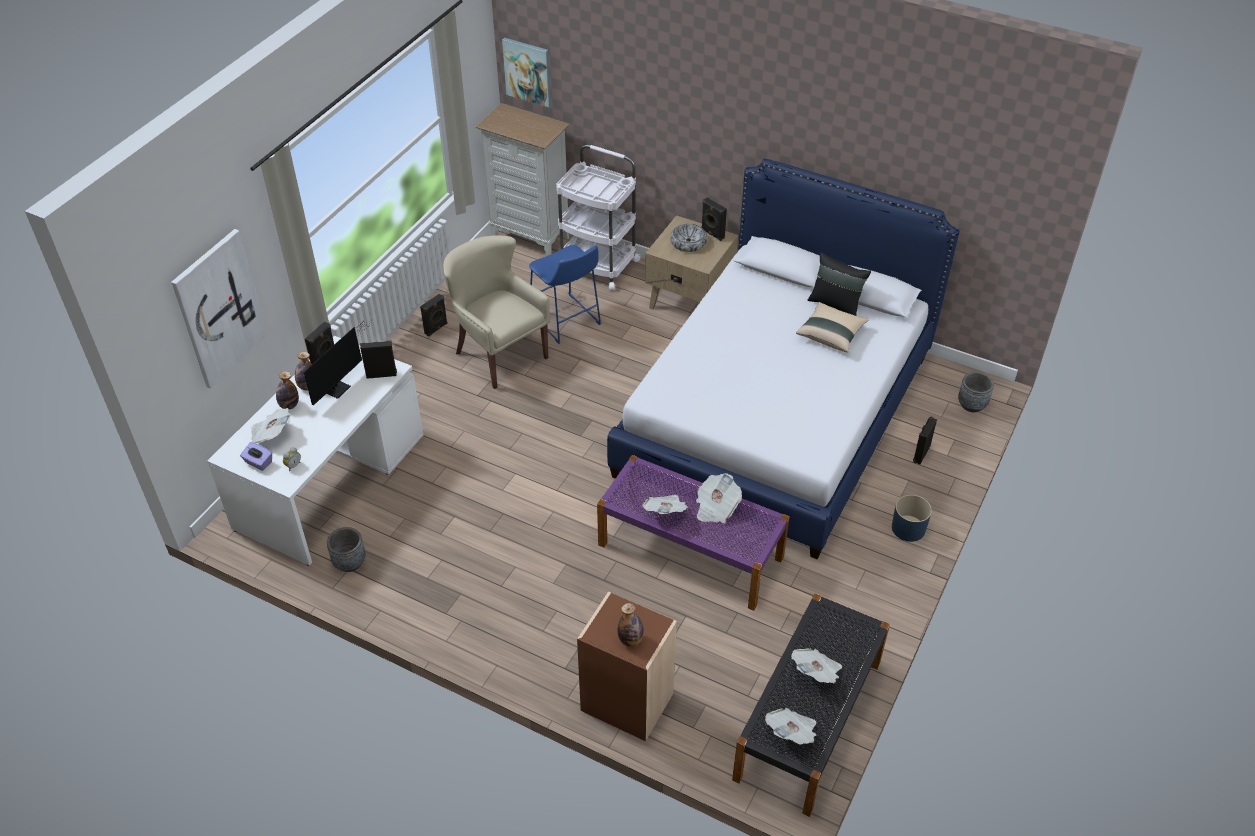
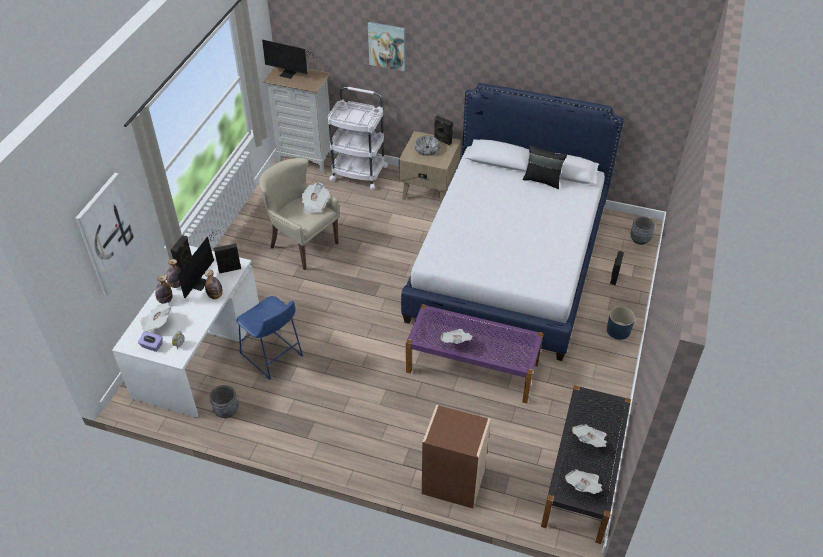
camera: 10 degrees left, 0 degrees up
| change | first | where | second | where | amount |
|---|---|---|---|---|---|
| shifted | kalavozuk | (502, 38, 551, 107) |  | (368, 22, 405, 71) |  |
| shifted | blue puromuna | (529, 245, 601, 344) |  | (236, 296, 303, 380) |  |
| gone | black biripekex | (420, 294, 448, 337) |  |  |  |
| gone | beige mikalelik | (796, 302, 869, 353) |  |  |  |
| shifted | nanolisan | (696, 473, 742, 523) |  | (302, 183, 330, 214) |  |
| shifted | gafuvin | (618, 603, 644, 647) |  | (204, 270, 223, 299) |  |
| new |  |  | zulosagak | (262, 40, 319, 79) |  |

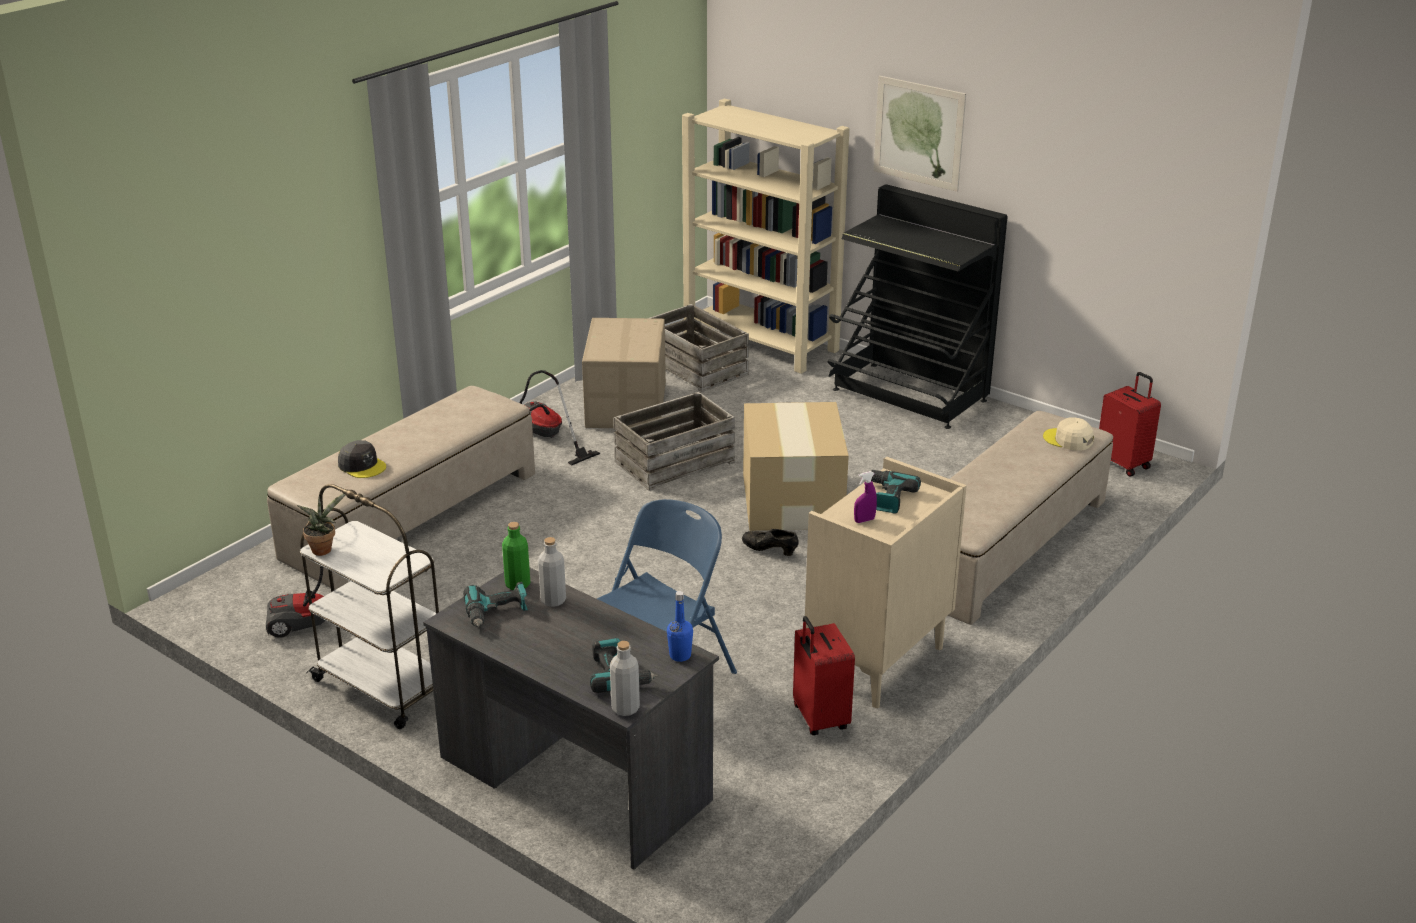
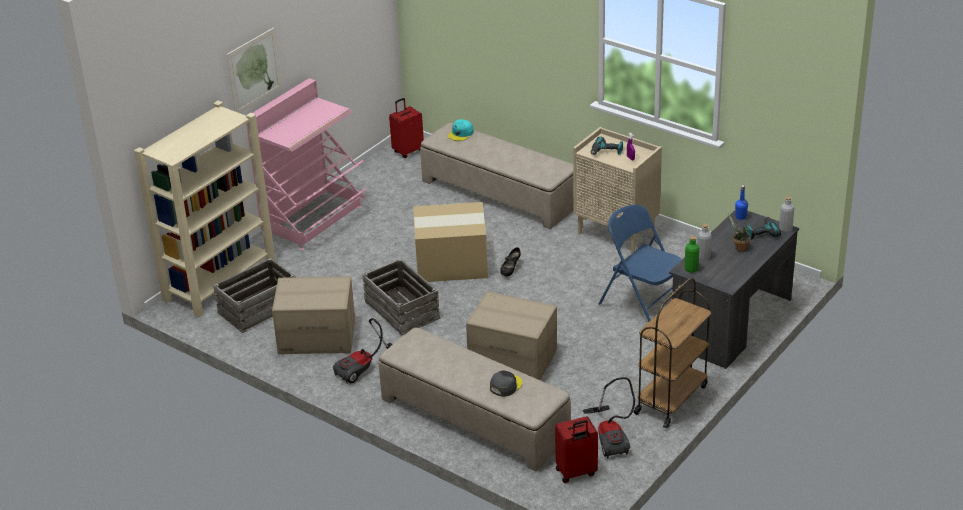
camera: 90 degrees left, 5 degrees up
| change | first | where | second | where | amount |
|---|---|---|---|---|---|
| repainted | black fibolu | (828, 184, 1008, 429) | pink fibolu | (246, 78, 366, 250) |  |
| repainted | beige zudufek | (1043, 417, 1094, 451) | turquoise zudufek | (448, 119, 474, 141) |  |
| repainted | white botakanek | (300, 484, 439, 729) | brown botakanek | (634, 278, 711, 428) |  |
| shifted | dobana | (297, 494, 345, 556) |  | (729, 215, 750, 251) |  |
| gone | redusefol | (463, 582, 528, 627) |  |  |  |
| shifted | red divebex | (793, 616, 855, 735) |  | (555, 416, 598, 483) |  |
| new |  |  | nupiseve | (466, 291, 557, 380) |  |

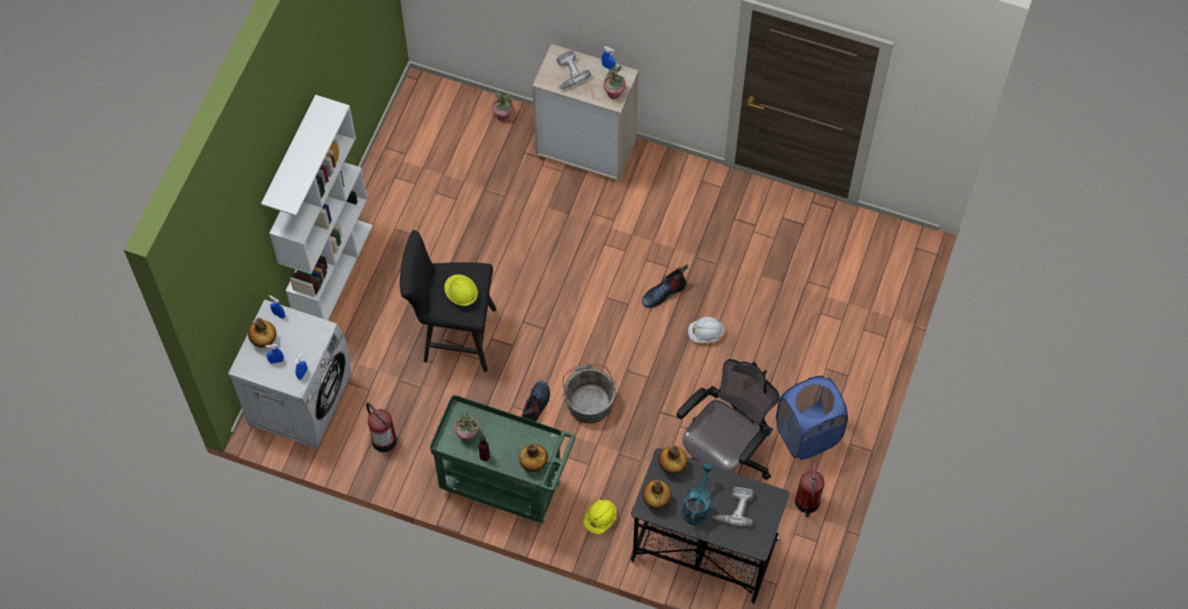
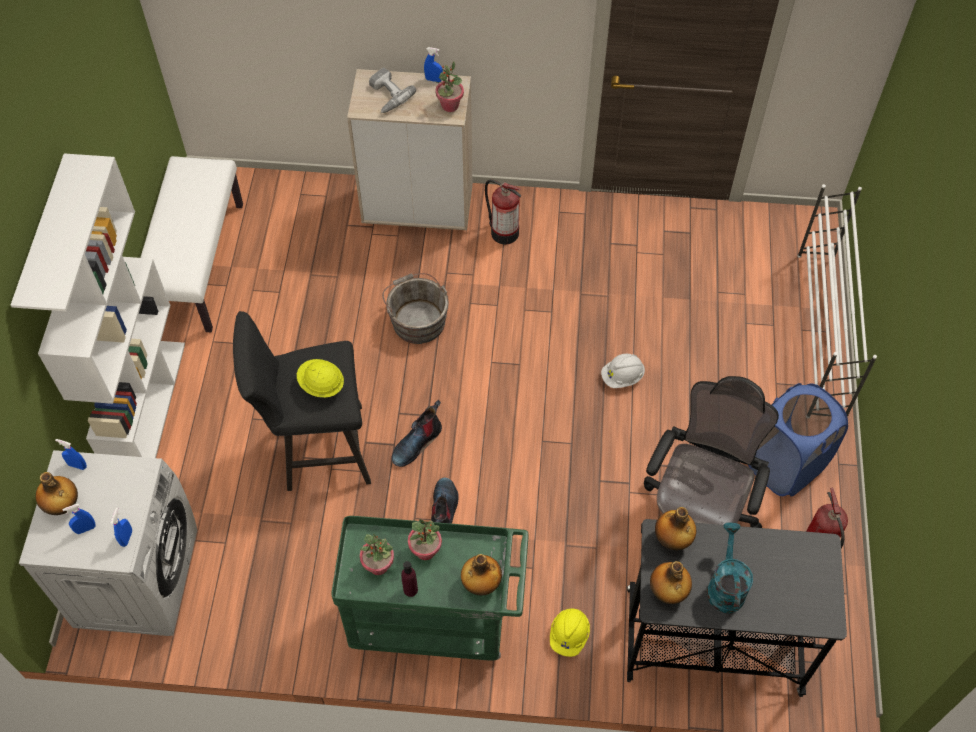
camera: 15 degrees left, 5 degrees down
| change | first | where | second | where | amount |
|---|---|---|---|---|---|
| shifted | dobana | (492, 91, 513, 121) |  | (408, 519, 442, 560) |  |
| shifted | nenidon | (642, 265, 688, 308) |  | (392, 400, 442, 467) |  |
| shifted | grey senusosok | (563, 363, 616, 423) |  | (382, 273, 449, 344) |  |
| shifted | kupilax | (366, 402, 397, 452) |  | (485, 180, 521, 244) |  |
| gone | redusefol | (713, 487, 753, 527) |  |  |  |
| new |  |  | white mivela | (140, 156, 243, 332) |  |
| new |  |  | white fibolu | (797, 184, 877, 417) |  |

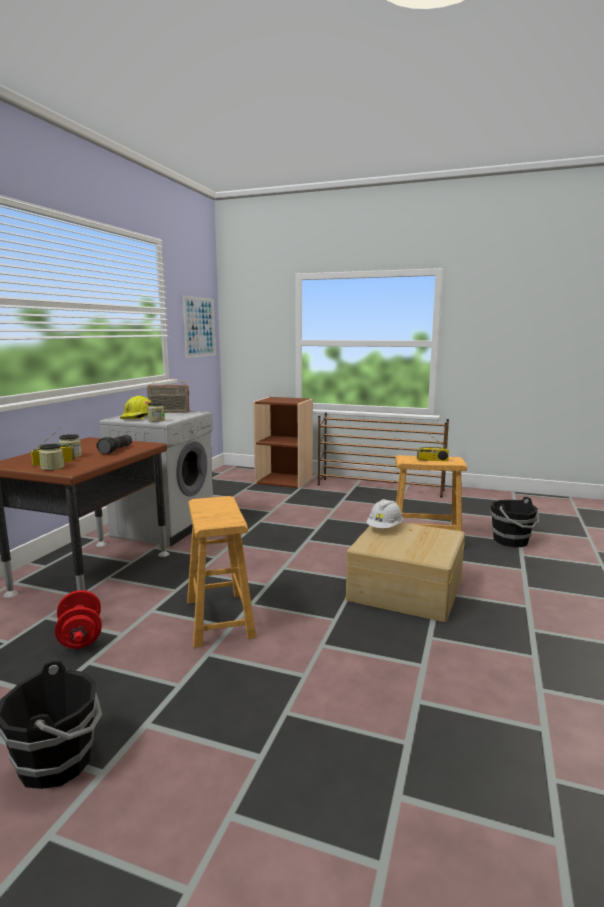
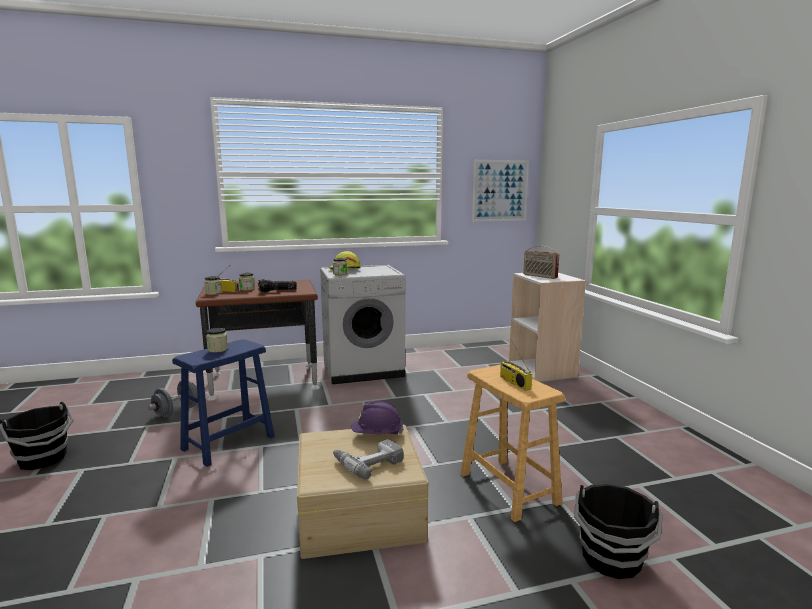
camera: 55 degrees right, 0 degrees up
| change | first | where | second | where | amount |
|---|---|---|---|---|---|
| shifted | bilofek | (147, 379, 189, 413) |  | (523, 246, 559, 279) |  |
| repainted | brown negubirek | (253, 397, 313, 488) | white negubirek | (509, 273, 586, 381) |  |
| gone | brown fibolu | (318, 413, 449, 498) |  |  |  |
| repainted | brown puromuna | (187, 496, 256, 648) | blue puromuna | (172, 339, 275, 467) |  |
| repainted | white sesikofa | (366, 499, 403, 528) | purple sesikofa | (351, 401, 404, 434) |  |
| repainted | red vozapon | (55, 590, 102, 649) | grey vozapon | (148, 381, 198, 417) |  |
| new |  |  | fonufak | (206, 328, 228, 353) |  |
| new |  |  | redusefol | (333, 439, 404, 479) |  |

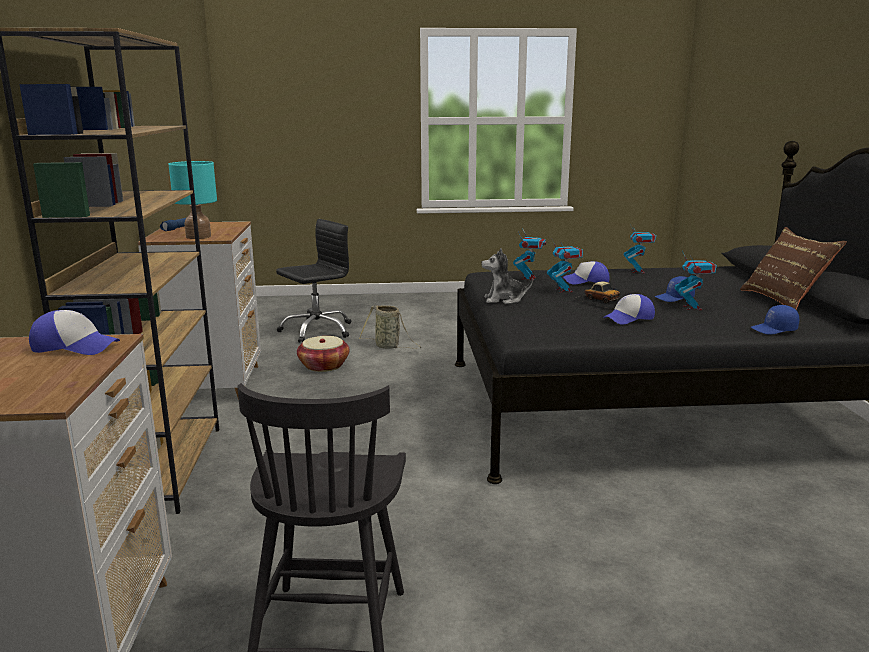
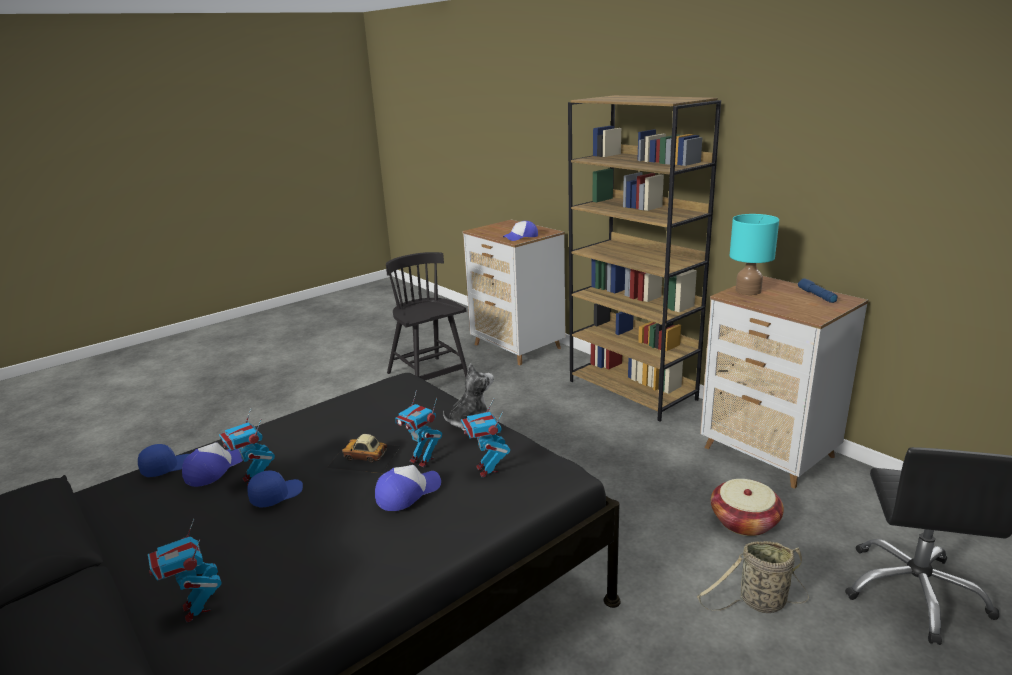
camera: 145 degrees right, 5 degrees up
| change | first | where | second | where | amount |
|---|---|---|---|---|---|
| shifted | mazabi | (624, 227, 656, 273) |  | (148, 519, 222, 623) |  |
| gone | brown mikalelik | (740, 227, 847, 310) |  |  |  |
| shifted | zudufek | (603, 294, 655, 325) |  | (182, 442, 243, 487) |  |

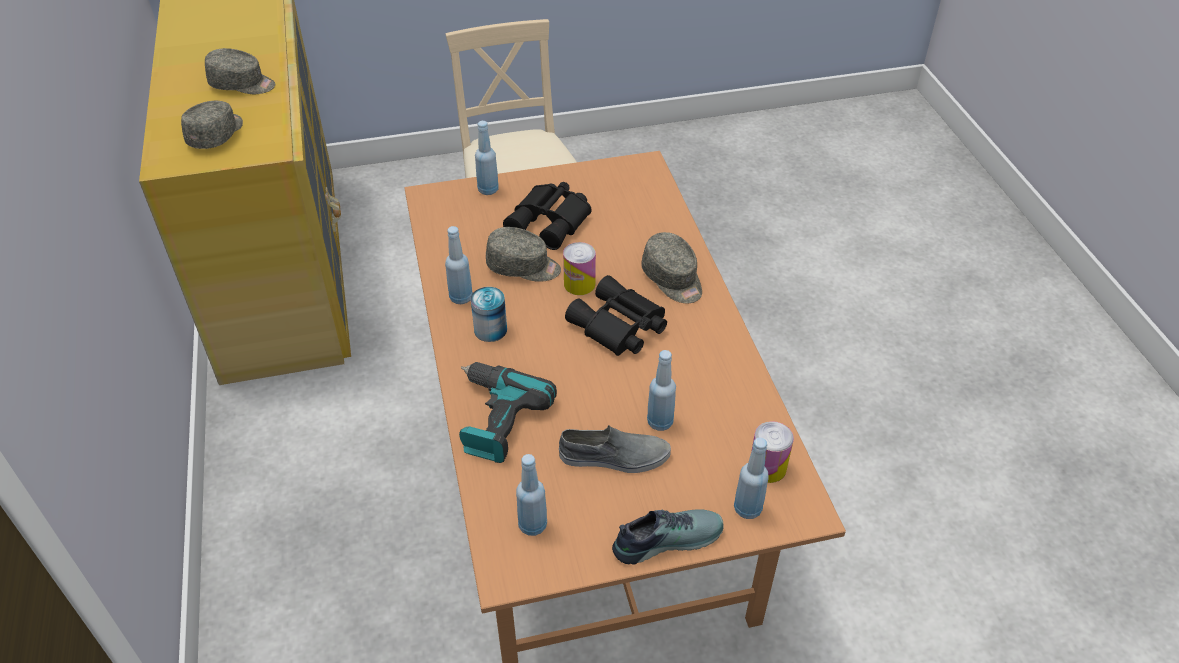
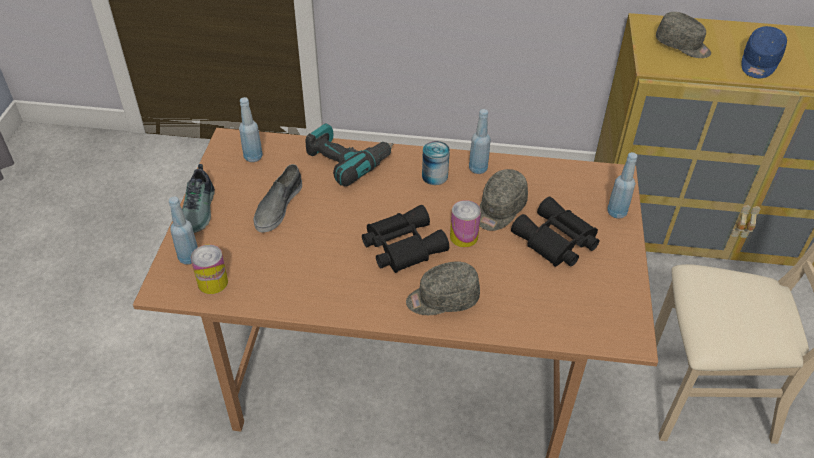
camera: 110 degrees right, 0 degrees up
| change | first | where | second | where | amount |
|---|---|---|---|---|---|
| repainted | grey zudufek | (205, 48, 275, 94) | blue zudufek | (741, 26, 787, 79) |  |
| gone | blue gafuvin | (647, 350, 676, 431) |  |  |  |

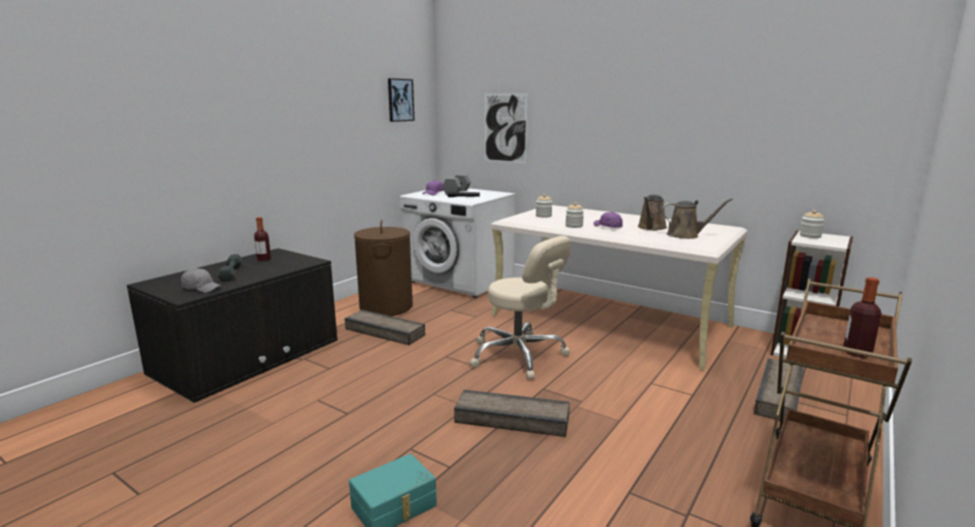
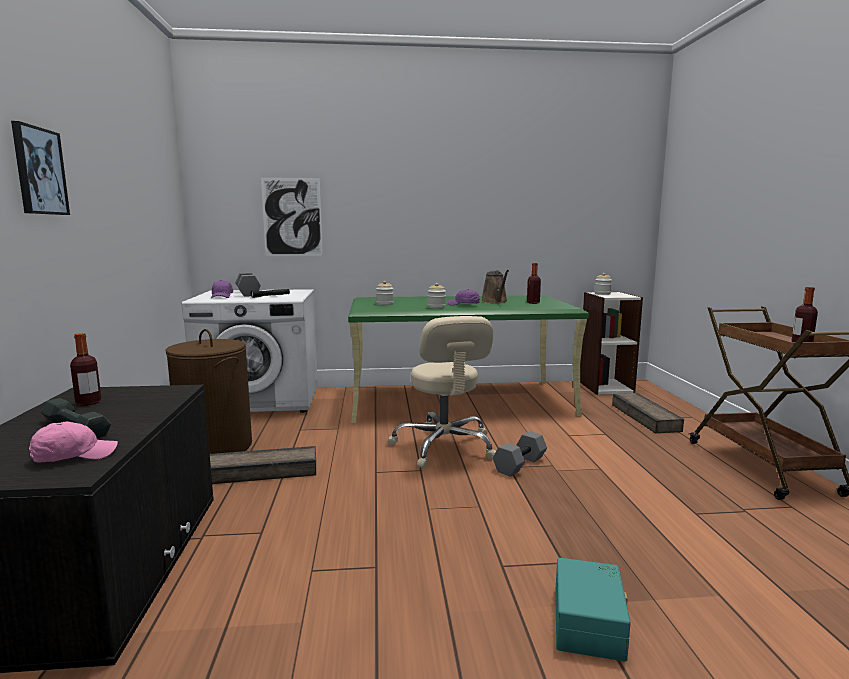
camera: 40 degrees left, 5 degrees down
| change | first | where | second | where | amount |
|---|---|---|---|---|---|
| shifted | kalavozuk | (388, 78, 414, 122) |  | (11, 121, 70, 215) |  |
| swapped | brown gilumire | (661, 198, 733, 239) | gafuvin | (527, 263, 541, 304) |  |
| repainted | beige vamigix | (491, 205, 748, 370) | green vamigix | (348, 295, 589, 423) |  |
| rotated | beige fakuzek | (470, 236, 572, 380) |  | (387, 316, 496, 469) | 75 degrees clockwise |
| repainted | grey zudufek | (181, 268, 222, 293) | pink zudufek | (29, 422, 118, 462) |  |
| gone | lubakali | (454, 390, 570, 437) |  |  |  |
| new |  |  | grey vozapon | (493, 431, 547, 477) |  |

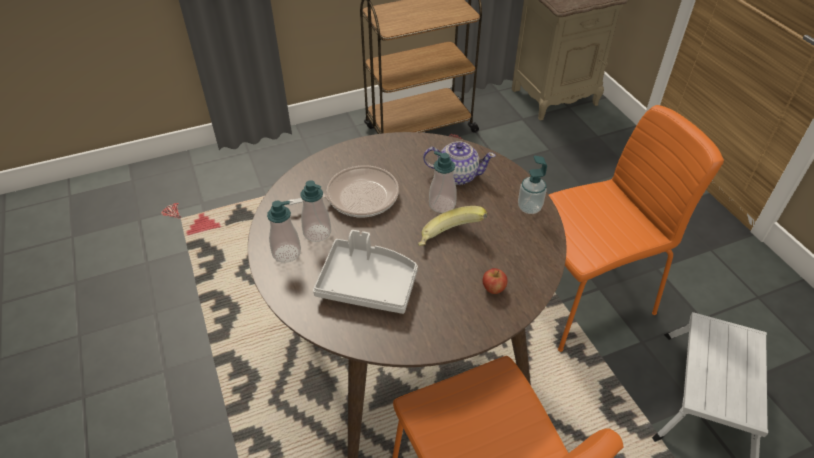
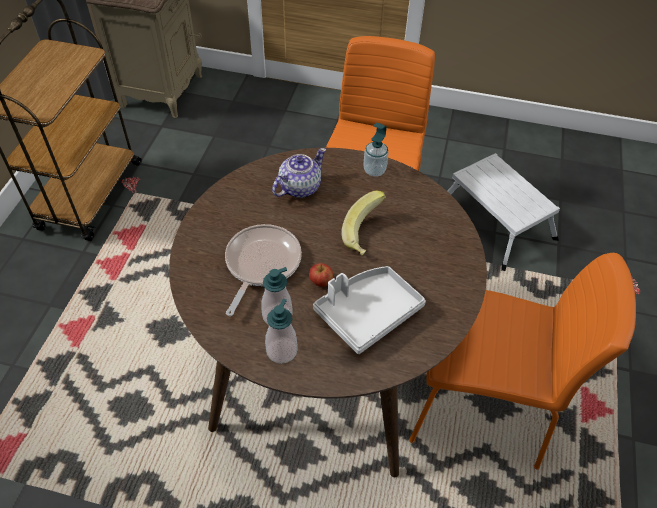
camera: 55 degrees left, 5 degrees up
| change | first | where | second | where | amount |
|---|---|---|---|---|---|
| gone | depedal | (429, 151, 457, 213) |  |  |  |
| shifted | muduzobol | (483, 268, 507, 294) |  | (309, 263, 333, 287) |  |

